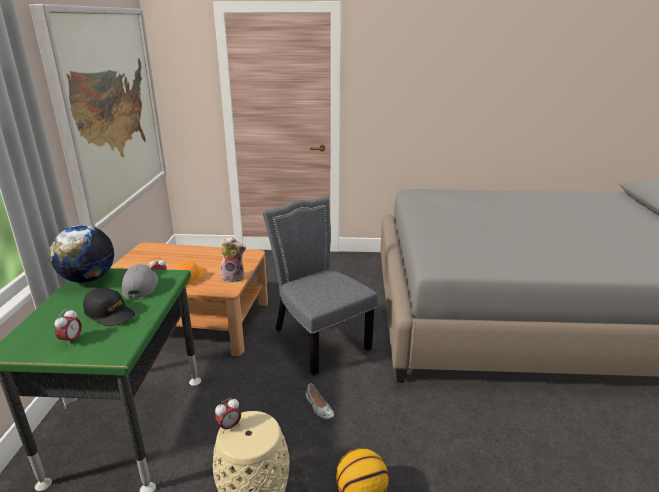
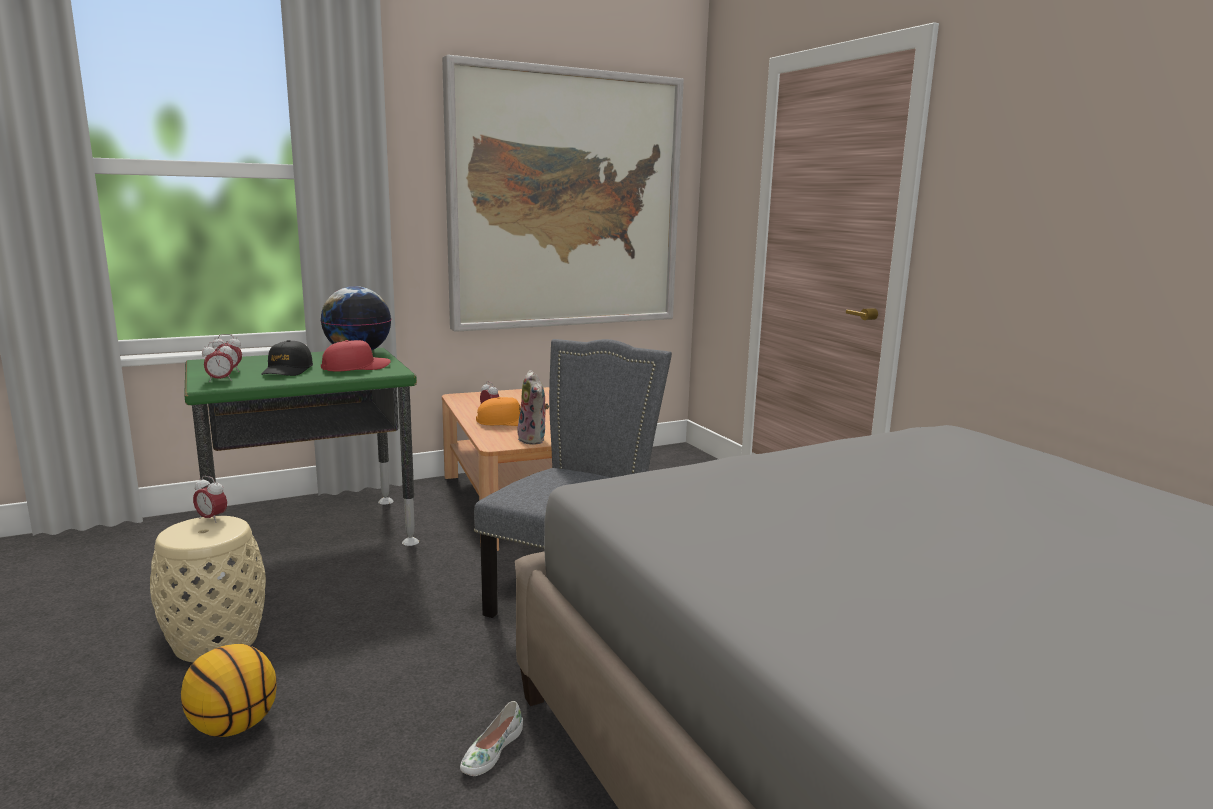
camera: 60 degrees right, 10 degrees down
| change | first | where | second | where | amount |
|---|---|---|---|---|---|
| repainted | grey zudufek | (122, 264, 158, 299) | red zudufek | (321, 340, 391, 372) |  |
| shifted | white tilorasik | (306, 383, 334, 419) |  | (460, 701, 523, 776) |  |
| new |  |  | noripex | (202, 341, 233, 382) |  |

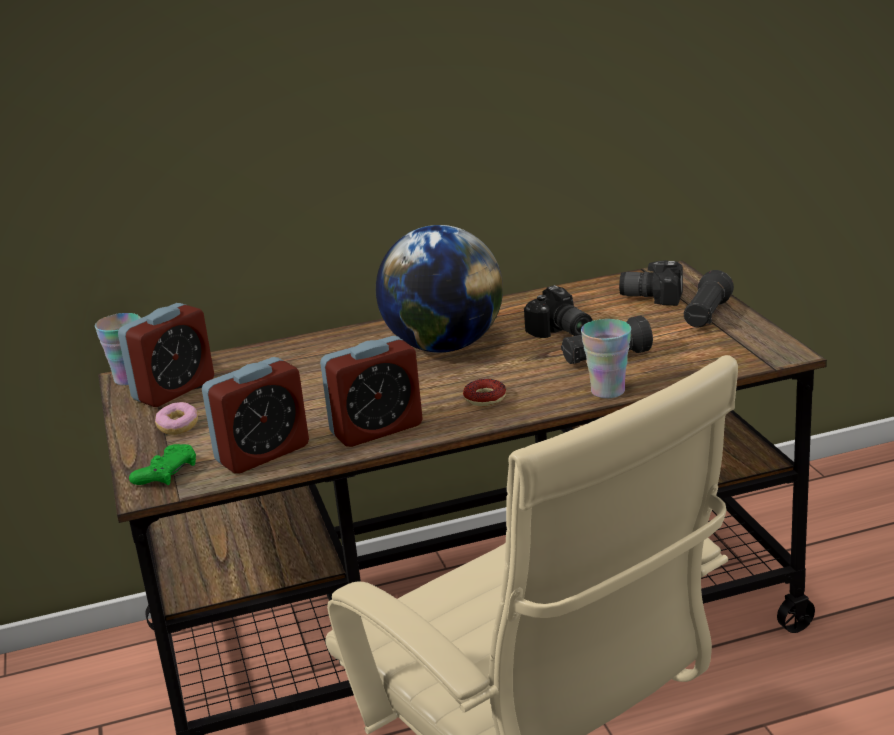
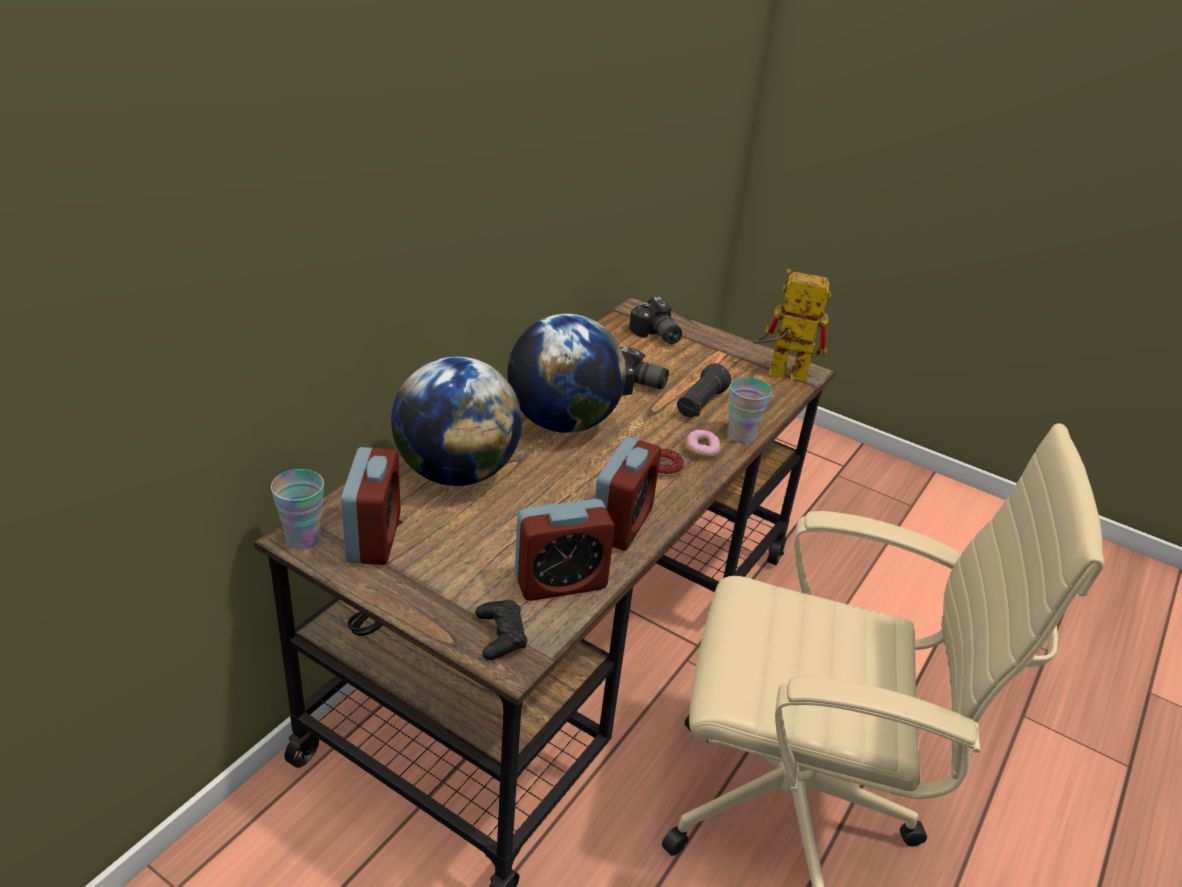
camera: 45 degrees left, 10 degrees up
| change | first | where | second | where | amount |
|---|---|---|---|---|---|
| rotated | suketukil | (619, 260, 683, 306) |  | (629, 297, 682, 344) | 90 degrees counterclockwise |
| gone | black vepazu | (684, 270, 734, 327) |  |  |  |
| rotated | noripex | (202, 357, 309, 473) |  | (515, 499, 615, 601) | 60 degrees clockwise |
| shifted | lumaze | (155, 402, 198, 435) |  | (686, 430, 721, 460) |  |
| repainted | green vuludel | (129, 444, 196, 485) | black vuludel | (475, 599, 528, 660) |  |
| new |  |  | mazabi | (754, 269, 831, 382) |  |
| new |  |  | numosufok | (391, 356, 522, 486) |  |

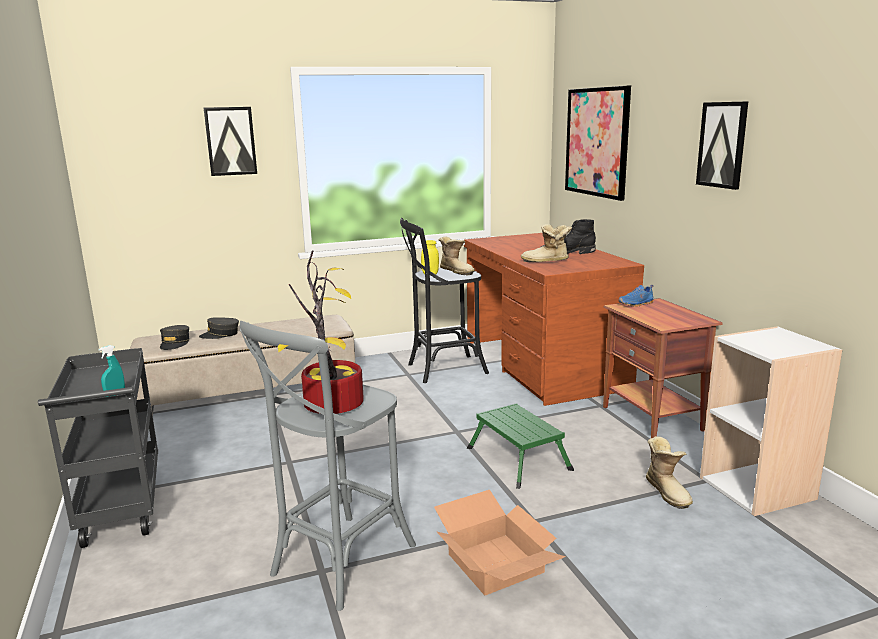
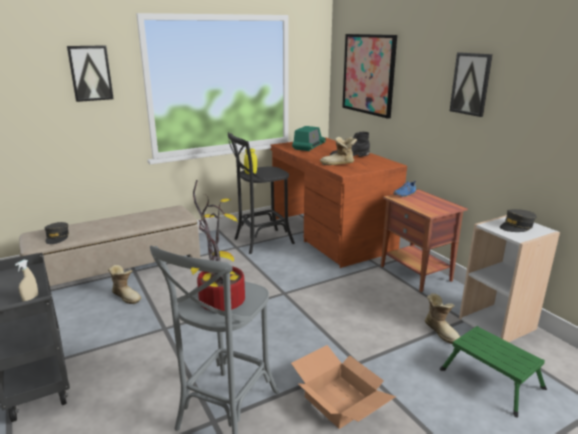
camera: 10 degrees left, 5 degrees up
| change | first | where | second | where | amount |
|---|---|---|---|---|---|
| shifted | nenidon | (439, 236, 475, 276) |  | (108, 265, 141, 304) |  |
| shifted | grey zudufek | (199, 317, 239, 339) |  | (500, 209, 537, 232) |  |
| repainted | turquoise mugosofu | (98, 345, 125, 397) | beige mugosofu | (15, 260, 38, 302) |  |
| shifted | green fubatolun | (467, 403, 574, 489) |  | (440, 326, 547, 418) |  |
| new |  |  | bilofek | (292, 126, 326, 151) |  |

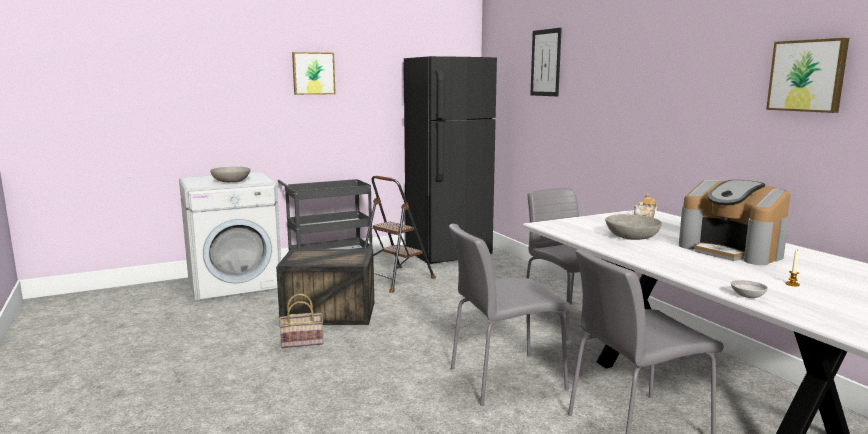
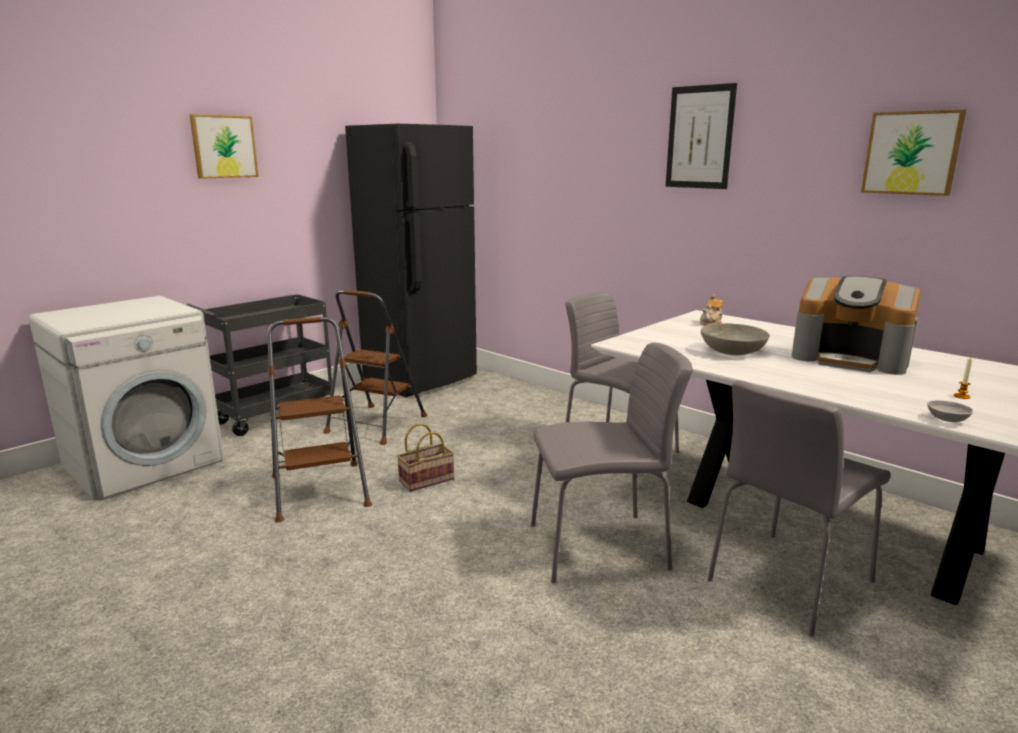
camera: 20 degrees left, 5 degrees up
| change | first | where | second | where | amount |
|---|---|---|---|---|---|
| shifted | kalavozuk | (530, 28, 562, 97) |  | (666, 83, 737, 189) |  |
| gone | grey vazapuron | (210, 167, 251, 182) |  |  |  |
| rotated | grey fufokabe | (449, 224, 571, 406) |  | (530, 343, 693, 583) | 150 degrees counterclockwise |
| swapped | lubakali | (276, 249, 374, 325) | brown fubatolun | (267, 317, 372, 522) |  |
| shifted | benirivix | (279, 294, 324, 348) |  | (397, 423, 454, 492) |  |

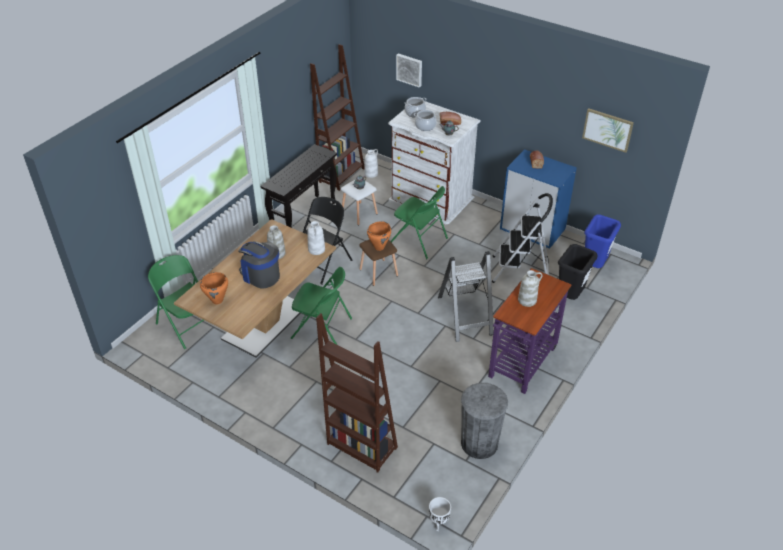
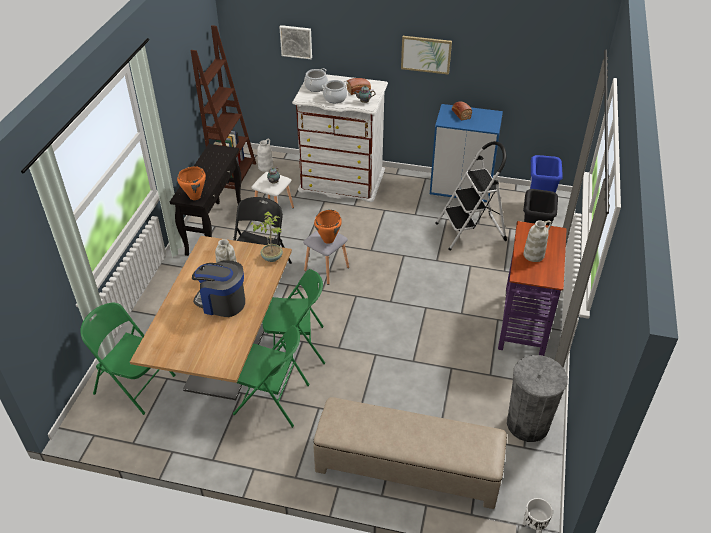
camera: 20 degrees left, 0 degrees up
| change | first | where | second | where | amount |
|---|---|---|---|---|---|
| shifted | kalavozuk | (582, 108, 634, 153) |  | (401, 36, 452, 75) |  |
| shifted | green fufokabe | (390, 186, 448, 259) |  | (233, 325, 309, 428) |  |
| swapped | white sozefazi | (307, 221, 325, 255) | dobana | (250, 212, 283, 262) |  |
| repainted | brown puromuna | (359, 239, 398, 286) | grey puromuna | (303, 231, 349, 285) |  |
| gone | grey fubatolun | (438, 251, 493, 342) |  |  |  |
| shifted | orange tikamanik | (200, 272, 228, 304) |  | (177, 166, 206, 200) |  |
| swapped | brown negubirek | (316, 313, 398, 473) | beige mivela | (313, 397, 507, 509) |  |

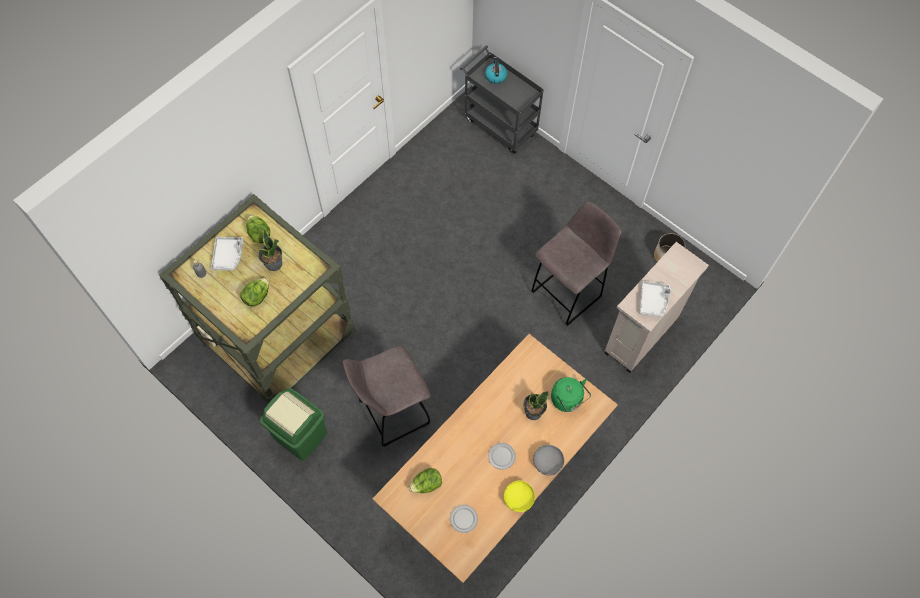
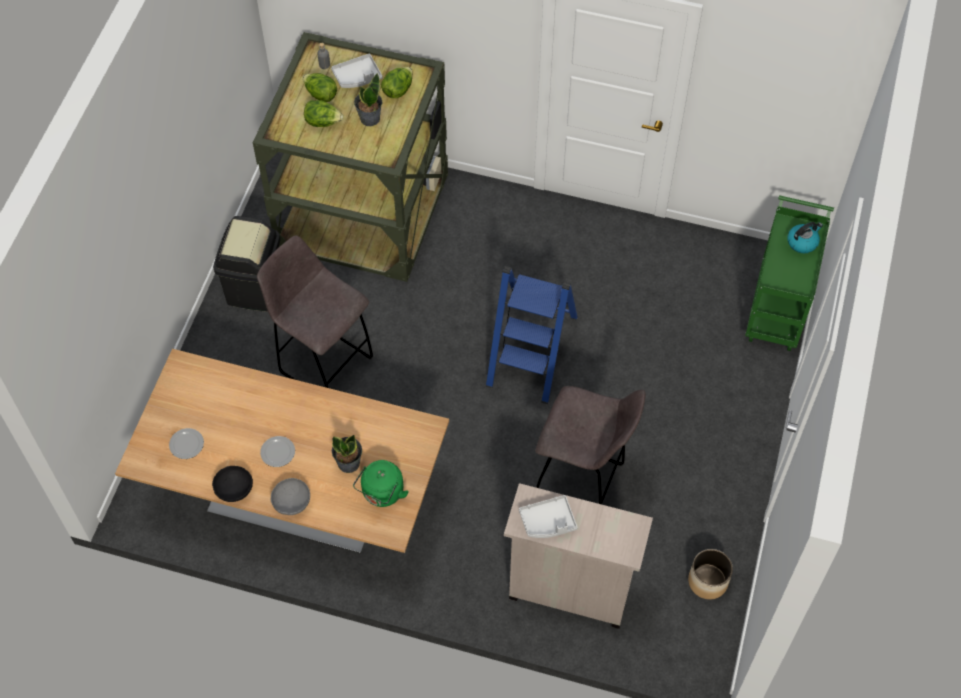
camera: 65 degrees right, 5 degrees down
| change | first | where | second | where | amount |
|---|---|---|---|---|---|
| repainted | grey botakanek | (460, 45, 543, 154) | green botakanek | (745, 195, 834, 351) |  |
| repainted | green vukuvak | (260, 388, 327, 461) | black vukuvak | (213, 216, 280, 312) |  |
| shifted | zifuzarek | (409, 468, 442, 493) |  | (303, 73, 337, 102) |  |
| repainted | yellow vazapuron | (504, 480, 535, 512) | black vazapuron | (212, 466, 253, 502) |  |
| new |  |  | blue fubatolun | (486, 266, 578, 404) |  |

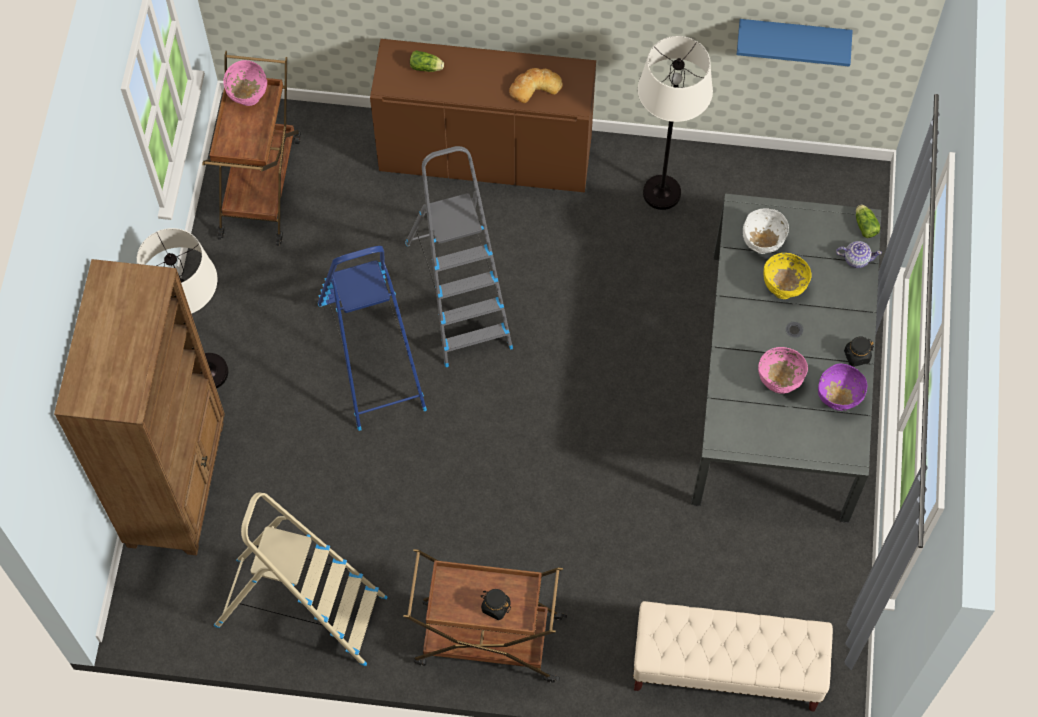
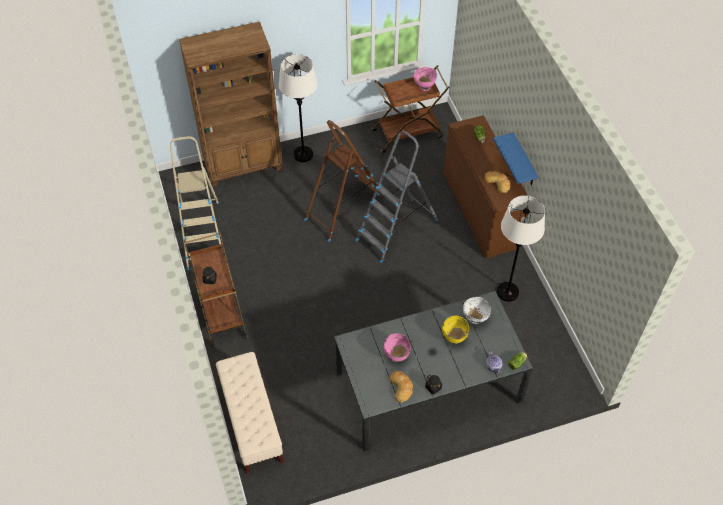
camera: 65 degrees right, 10 degrees down
| change | first | where | second | where | amount |
|---|---|---|---|---|---|
| shifted | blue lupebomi | (737, 19, 853, 67) |  | (493, 132, 539, 185) |  |
| repainted | blue fubatolun | (318, 246, 427, 431) | brown fubatolun | (304, 120, 385, 242) |  |
| swapped | purple vazapuron | (818, 363, 867, 411) | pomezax | (389, 371, 413, 403) |  |

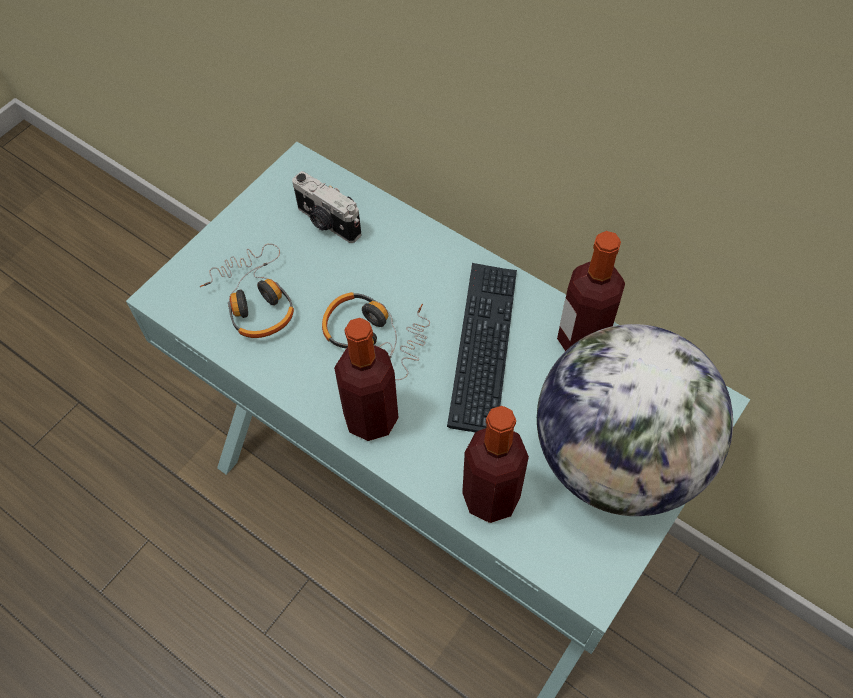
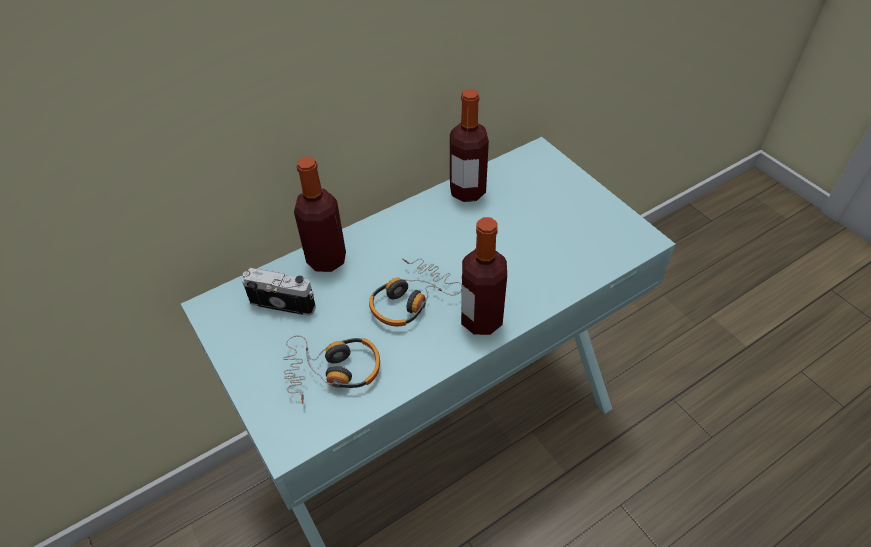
camera: 70 degrees left, 10 degrees down
| change | first | where | second | where | amount |
|---|---|---|---|---|---|
| rotated | suketukil | (292, 171, 362, 243) |  | (242, 268, 316, 316) | 135 degrees counterclockwise |
| gone | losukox | (447, 263, 517, 432) |  |  |  |
| gone | numosufok | (537, 324, 733, 516) |  |  |  |
| shifted | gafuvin | (462, 406, 529, 523) |  | (294, 157, 346, 272) |  |

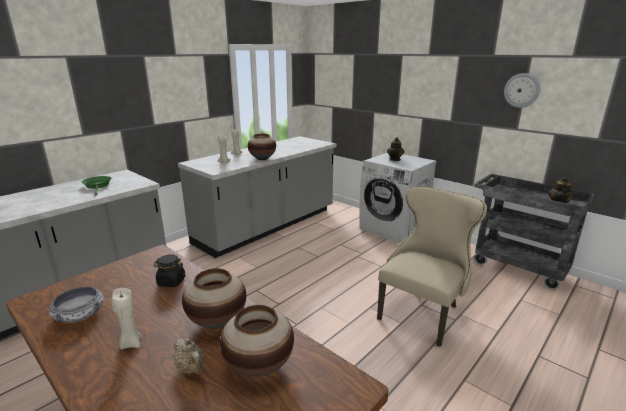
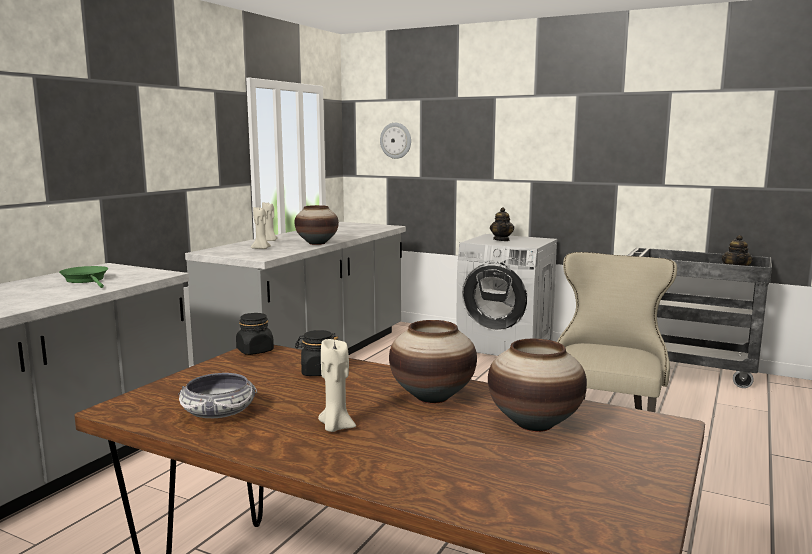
camera: 15 degrees left, 10 degrees down
| change | first | where | second | where | amount |
|---|---|---|---|---|---|
| shifted | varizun | (504, 73, 540, 108) |  | (380, 123, 411, 159) |  |
| gone | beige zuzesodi | (174, 339, 204, 374) |  |  |  |
| new |  |  | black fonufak | (236, 313, 274, 355) |  |

